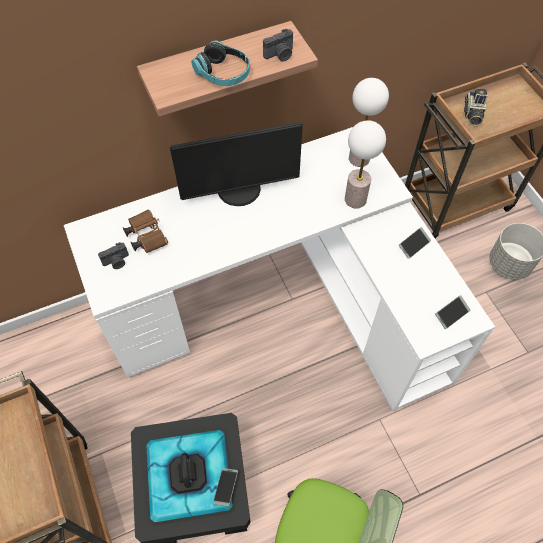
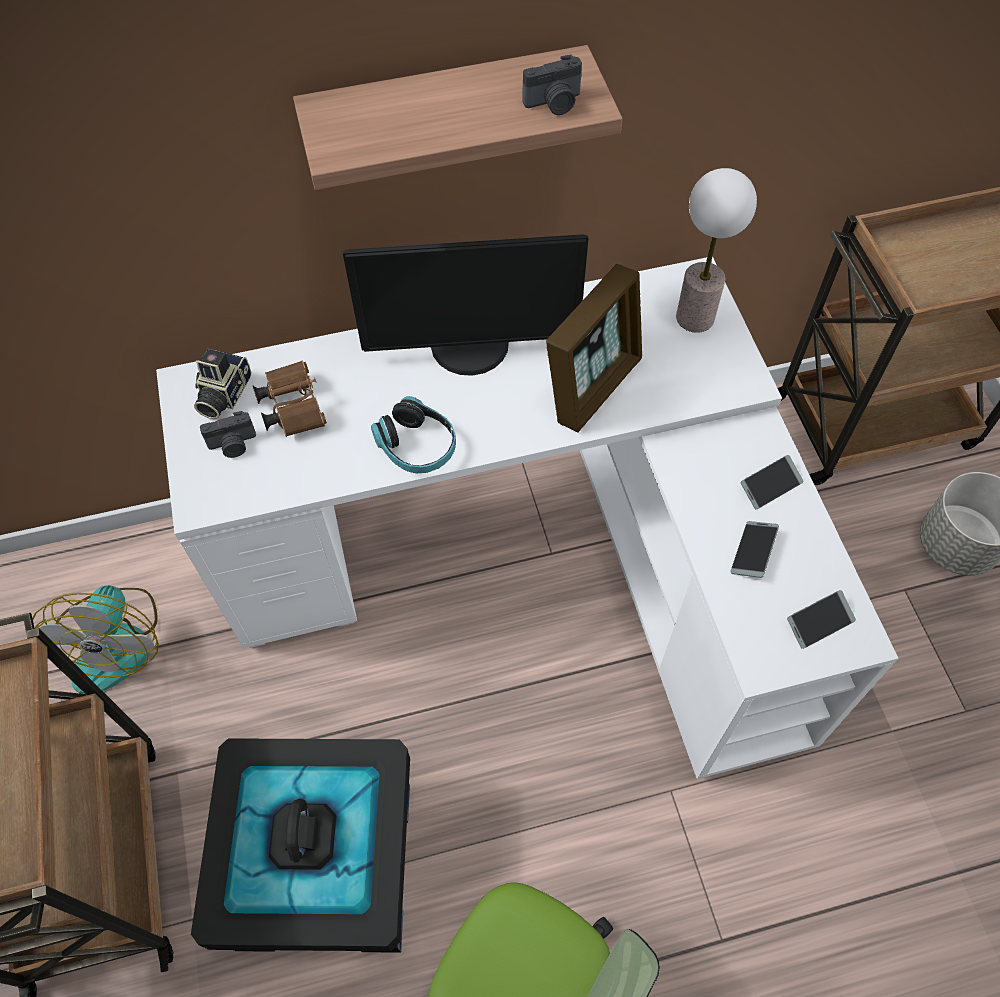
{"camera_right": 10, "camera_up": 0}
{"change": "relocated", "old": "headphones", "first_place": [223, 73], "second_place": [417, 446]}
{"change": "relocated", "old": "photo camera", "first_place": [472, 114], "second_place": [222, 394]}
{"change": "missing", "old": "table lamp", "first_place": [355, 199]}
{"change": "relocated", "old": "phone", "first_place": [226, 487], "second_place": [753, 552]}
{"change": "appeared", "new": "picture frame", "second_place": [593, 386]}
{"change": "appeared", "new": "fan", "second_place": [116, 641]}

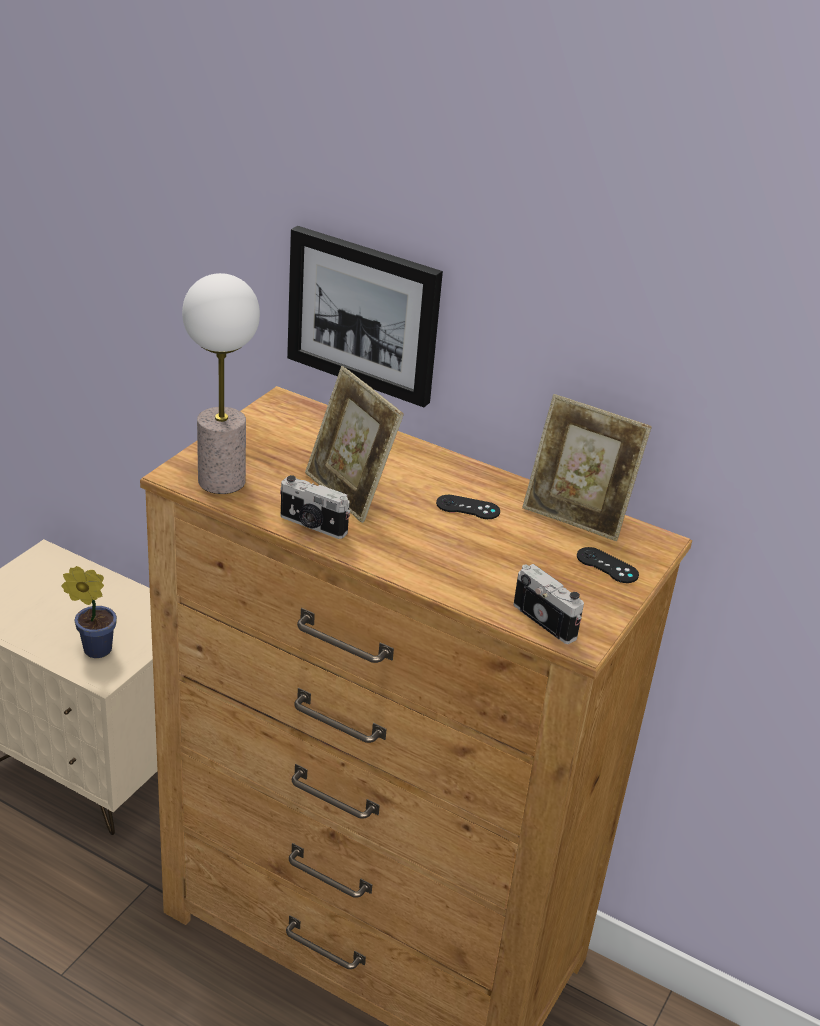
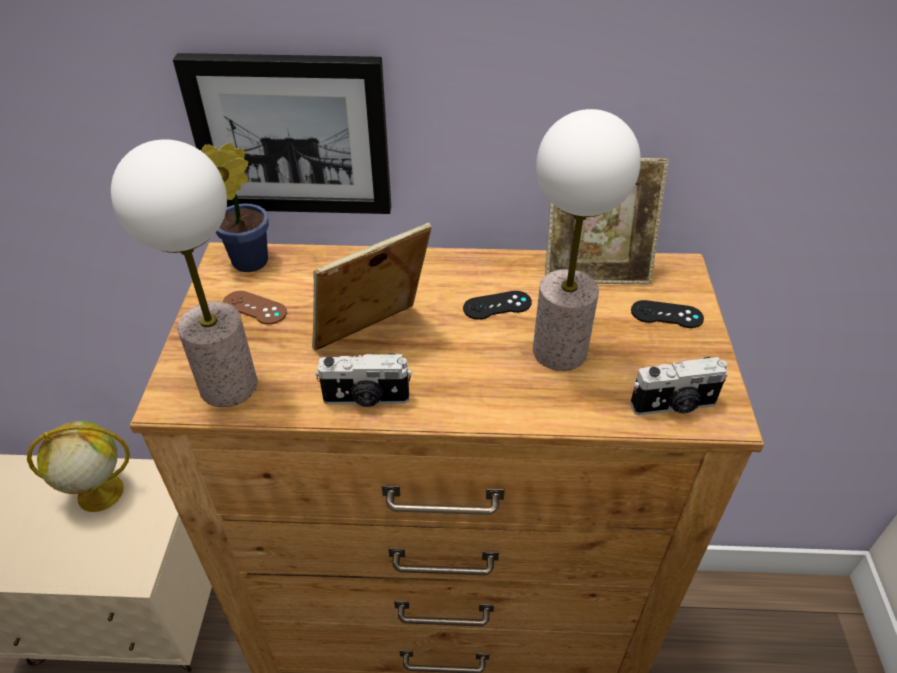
{"camera_right": -25, "camera_up": 10}
{"change": "spun", "old": "picture frame", "first_place": [349, 492], "second_place": [373, 339], "degrees": 120}
{"change": "spun", "old": "photo camera", "first_place": [546, 620], "second_place": [674, 406], "degrees": 150}
{"change": "relocated", "old": "potted plant", "first_place": [93, 649], "second_place": [245, 263]}
{"change": "appeared", "new": "table lamp", "second_place": [560, 351]}
{"change": "appeared", "new": "game controller (brown)", "second_place": [254, 308]}
{"change": "appeared", "new": "globe", "second_place": [99, 494]}

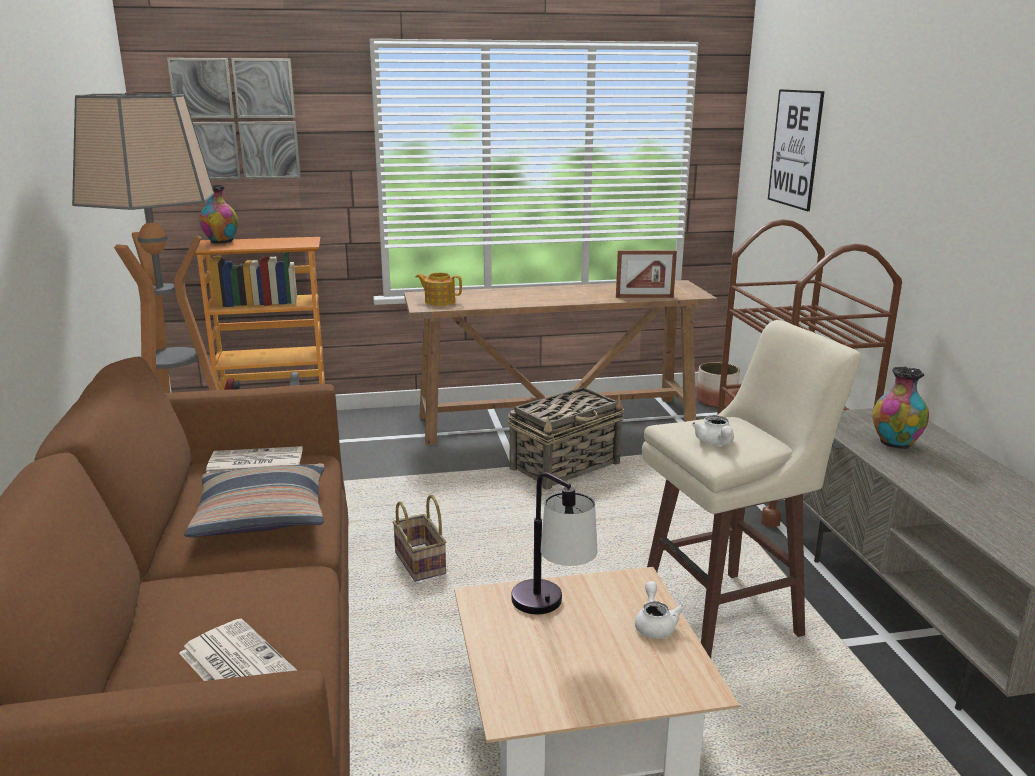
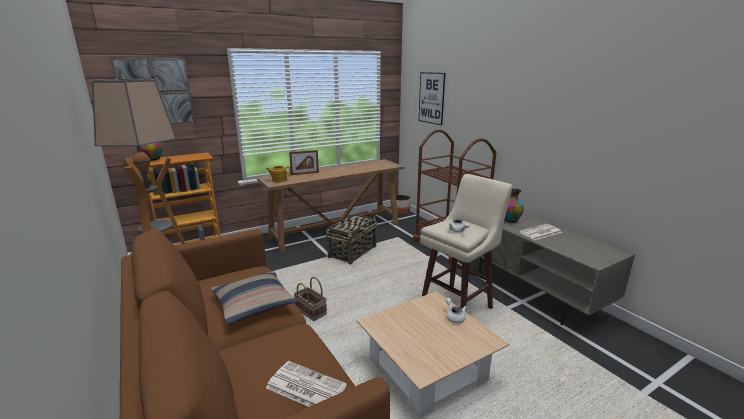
{"camera_right": -20, "camera_up": 0}
{"change": "relocated", "old": "picture frame", "first_place": [644, 297], "second_place": [305, 173]}
{"change": "relocated", "old": "newspaper", "first_place": [254, 462], "second_place": [540, 232]}
{"change": "missing", "old": "table lamp", "first_place": [552, 611]}

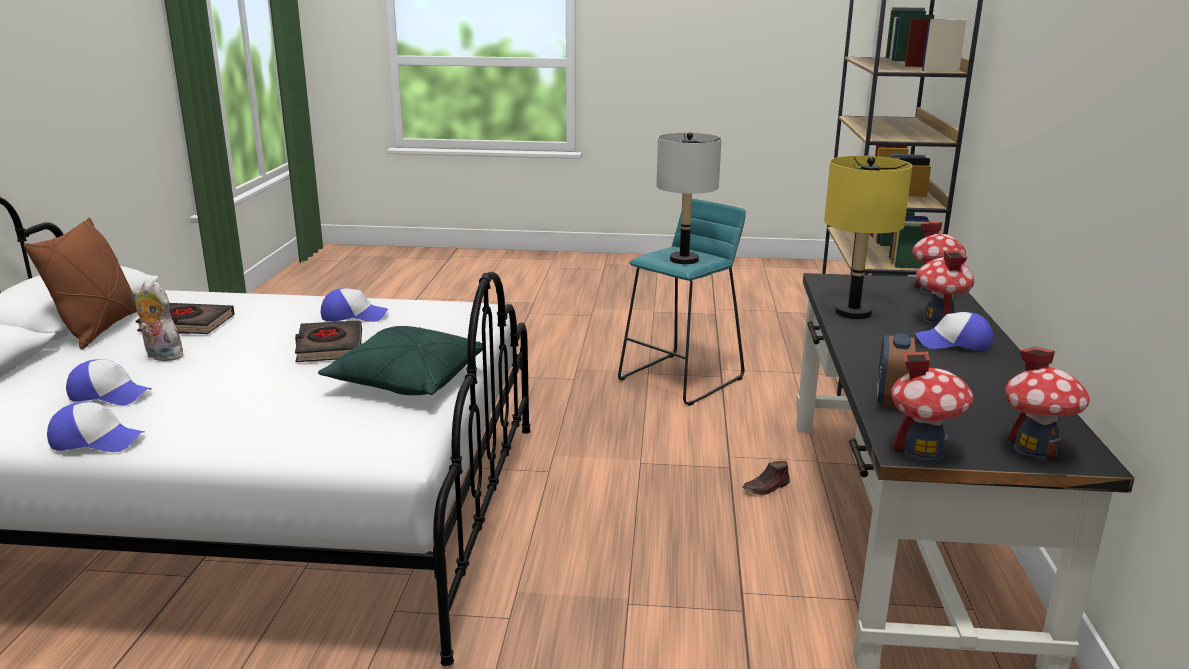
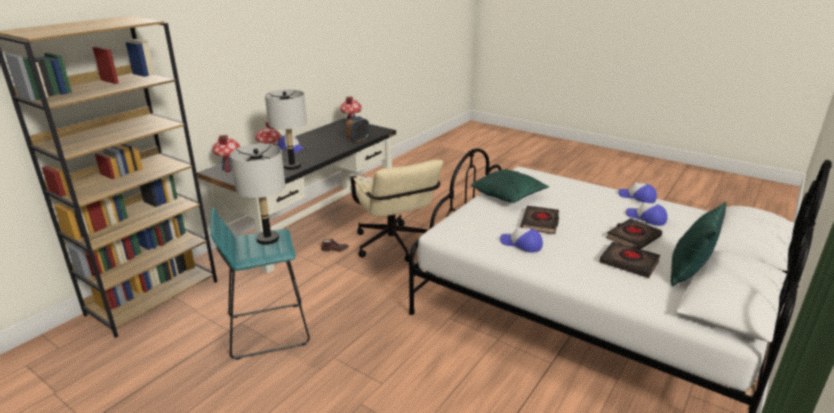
{"camera_right": -150, "camera_up": 5}
{"change": "colour", "old": "table lamp (yellow)", "new": "table lamp (grey)", "first_place": [853, 313], "second_place": [292, 166]}
{"change": "colour", "old": "pillow (brown)", "new": "pillow (green)", "first_place": [99, 329], "second_place": [688, 272]}
{"change": "exchanged", "old": "plush toy", "new": "book (black)", "first_place": [161, 356], "second_place": [633, 237]}
{"change": "missing", "old": "toy house", "first_place": [922, 451]}
{"change": "appeared", "new": "office chair (beige)", "second_place": [394, 247]}

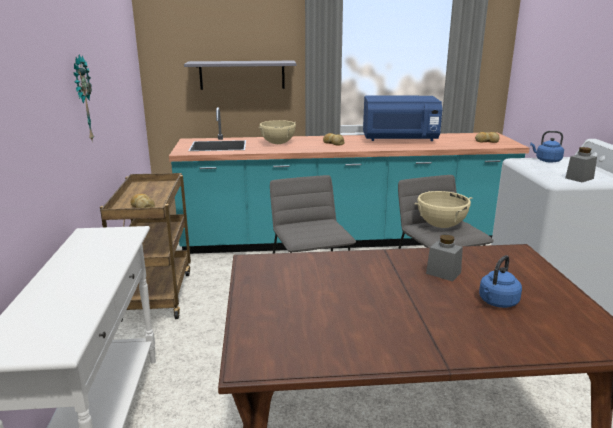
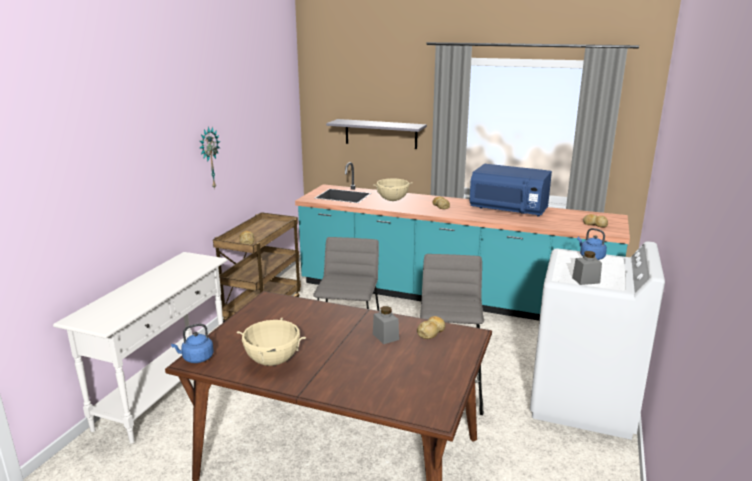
{"camera_right": 25, "camera_up": 0}
{"change": "relocated", "old": "cooking pot (beige)", "first_place": [441, 226], "second_place": [273, 361]}
{"change": "relocated", "old": "kettle (blue)", "first_place": [497, 302], "second_place": [196, 358]}
{"change": "appeared", "new": "bread", "second_place": [431, 332]}

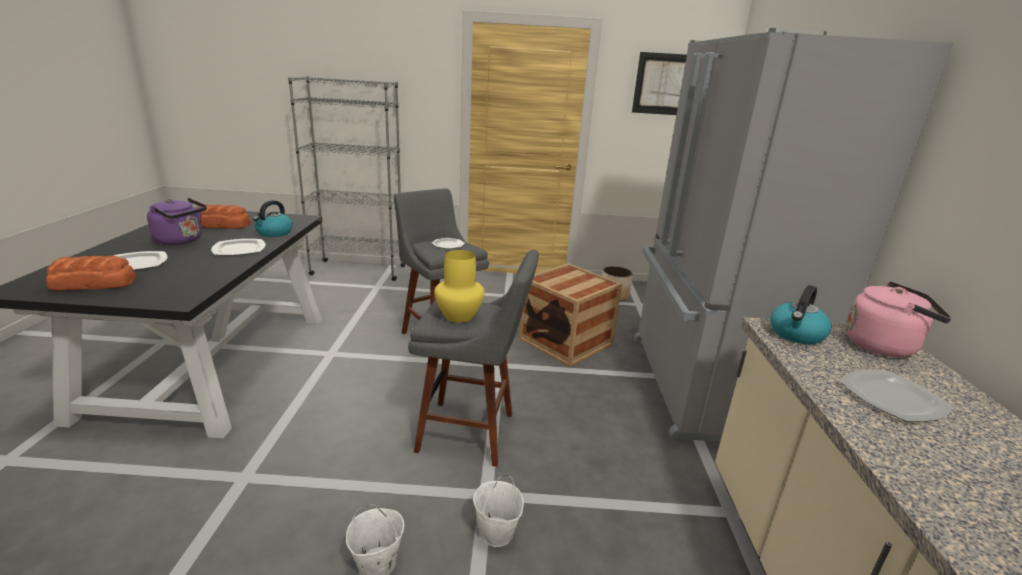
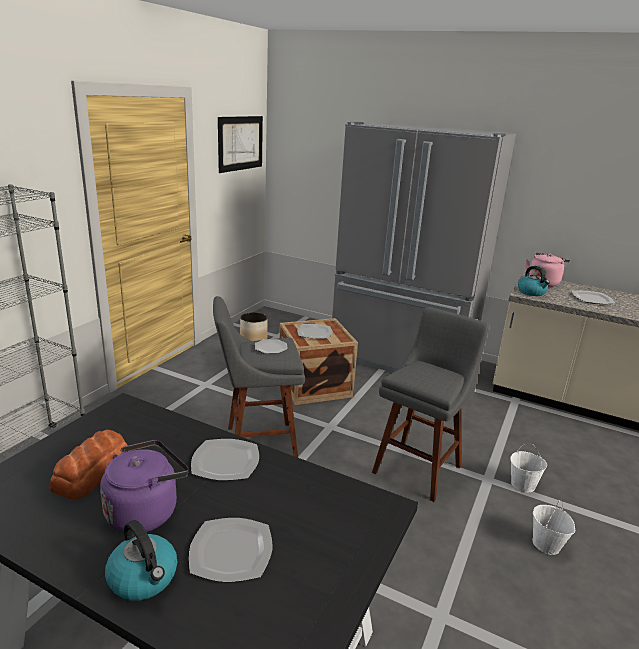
{"camera_right": -65, "camera_up": 0}
{"change": "relocated", "old": "kettle", "first_place": [274, 233], "second_place": [144, 578]}
{"change": "missing", "old": "vase (yellow)", "first_place": [458, 316]}
{"change": "missing", "old": "bread", "first_place": [94, 283]}
{"change": "appeared", "new": "plate", "second_place": [314, 333]}

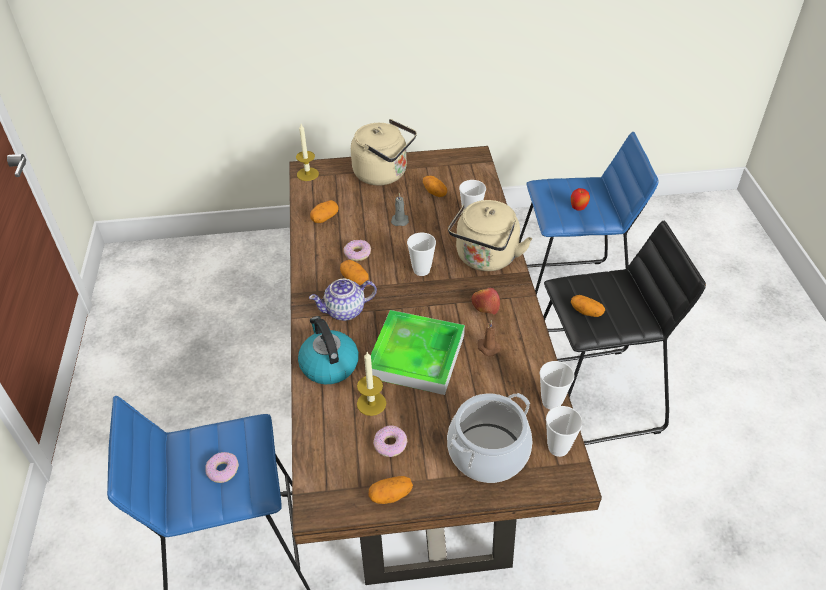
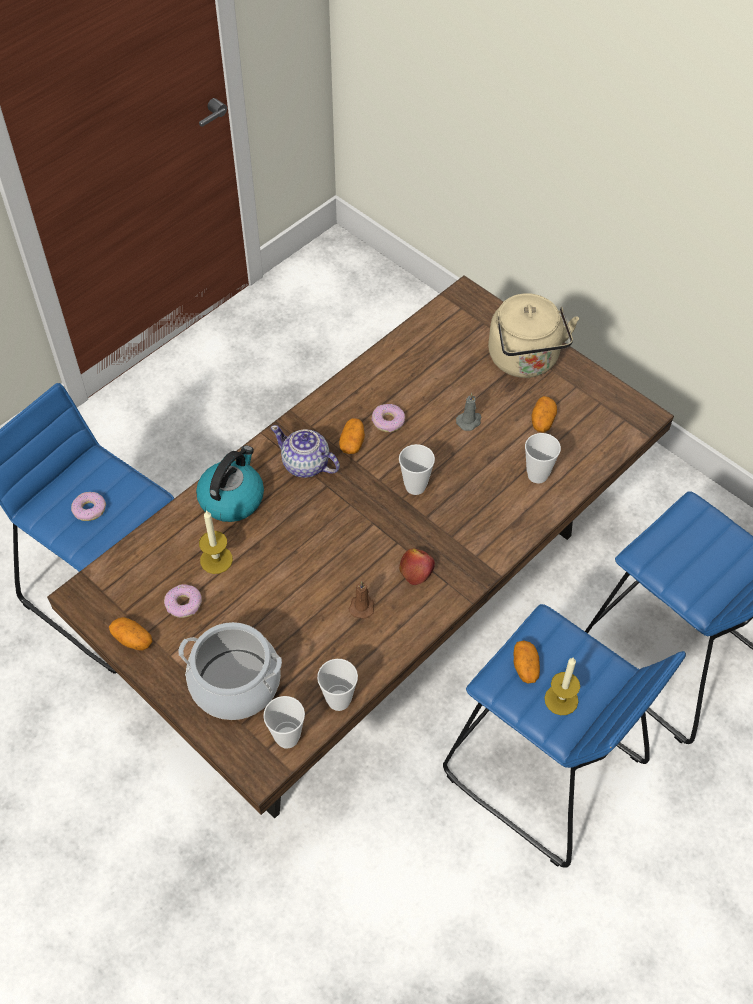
{"camera_right": 50, "camera_up": 10}
{"change": "relocated", "old": "candle", "first_place": [307, 174], "second_place": [561, 699]}
{"change": "missing", "old": "apple", "first_place": [578, 208]}
{"change": "missing", "old": "potato", "first_place": [324, 218]}
{"change": "missing", "old": "kettle (beige)", "first_place": [485, 259]}
{"change": "colour", "old": "stool (black)", "new": "stool (blue)", "first_place": [592, 398], "second_place": [543, 770]}
{"change": "missing", "old": "tray", "first_place": [416, 356]}

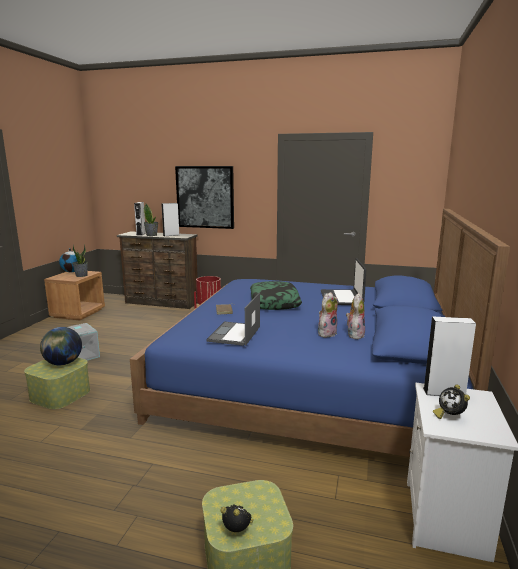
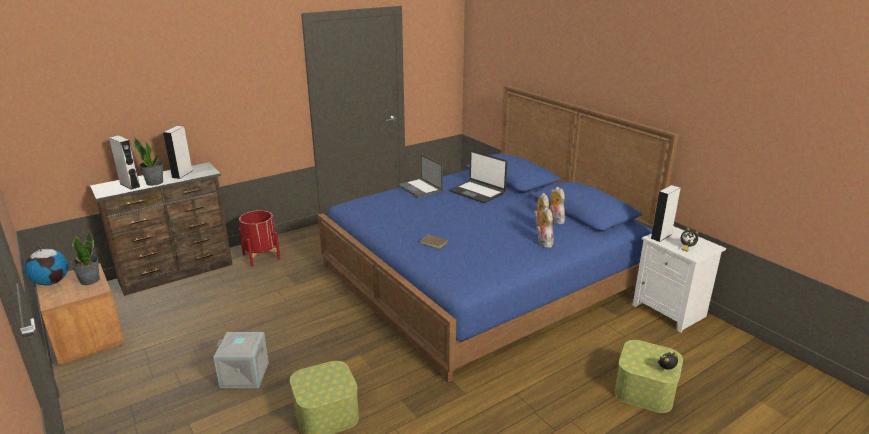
{"camera_right": -50, "camera_up": 10}
{"change": "missing", "old": "picture", "first_place": [205, 197]}
{"change": "missing", "old": "pillow", "first_place": [274, 302]}
{"change": "relocated", "old": "laptop", "first_place": [234, 334], "second_place": [420, 188]}
{"change": "missing", "old": "globe", "first_place": [63, 363]}
{"change": "appeared", "new": "plush toy", "second_place": [543, 243]}

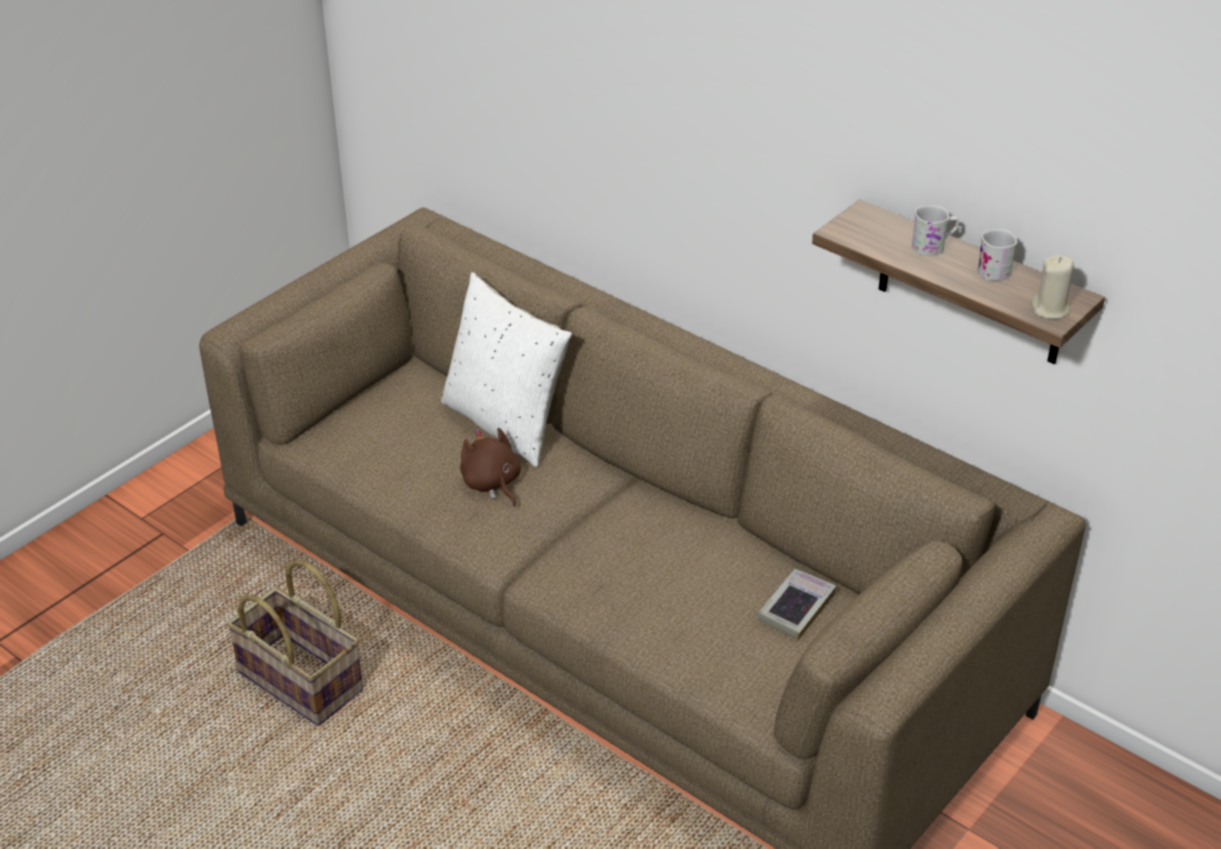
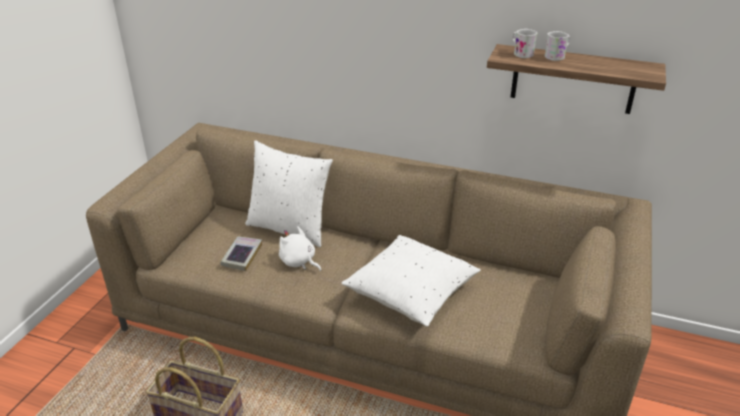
{"camera_right": -20, "camera_up": -5}
{"change": "relocated", "old": "mug (white)", "first_place": [991, 269], "second_place": [521, 54]}
{"change": "missing", "old": "candle (beige)", "first_place": [1050, 310]}
{"change": "colour", "old": "plush toy (brown)", "new": "plush toy (white)", "first_place": [492, 484], "second_place": [299, 262]}
{"change": "relocated", "old": "book", "first_place": [796, 608], "second_place": [242, 256]}
{"change": "appeared", "new": "pillow (white)", "second_place": [411, 294]}

